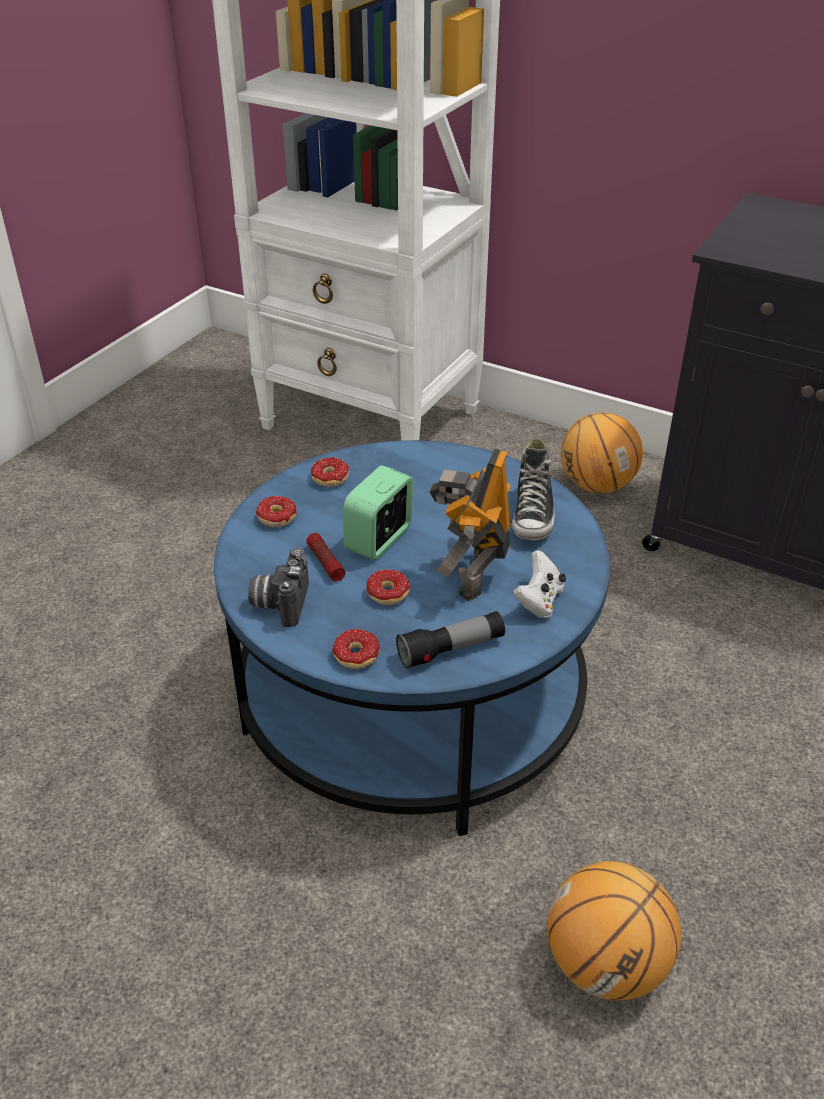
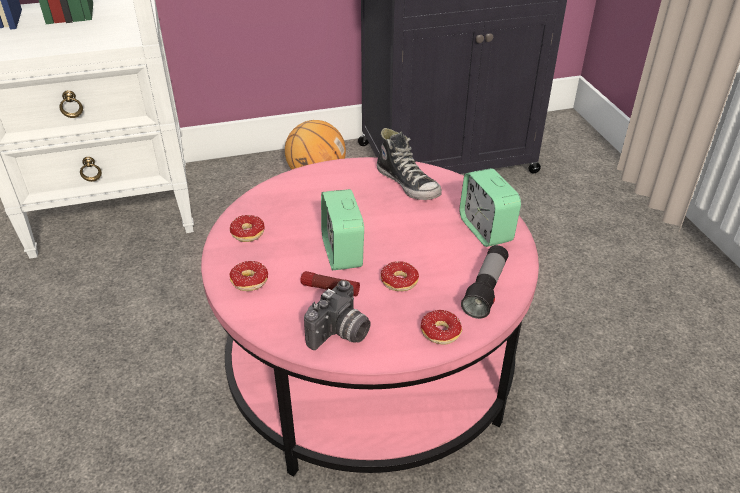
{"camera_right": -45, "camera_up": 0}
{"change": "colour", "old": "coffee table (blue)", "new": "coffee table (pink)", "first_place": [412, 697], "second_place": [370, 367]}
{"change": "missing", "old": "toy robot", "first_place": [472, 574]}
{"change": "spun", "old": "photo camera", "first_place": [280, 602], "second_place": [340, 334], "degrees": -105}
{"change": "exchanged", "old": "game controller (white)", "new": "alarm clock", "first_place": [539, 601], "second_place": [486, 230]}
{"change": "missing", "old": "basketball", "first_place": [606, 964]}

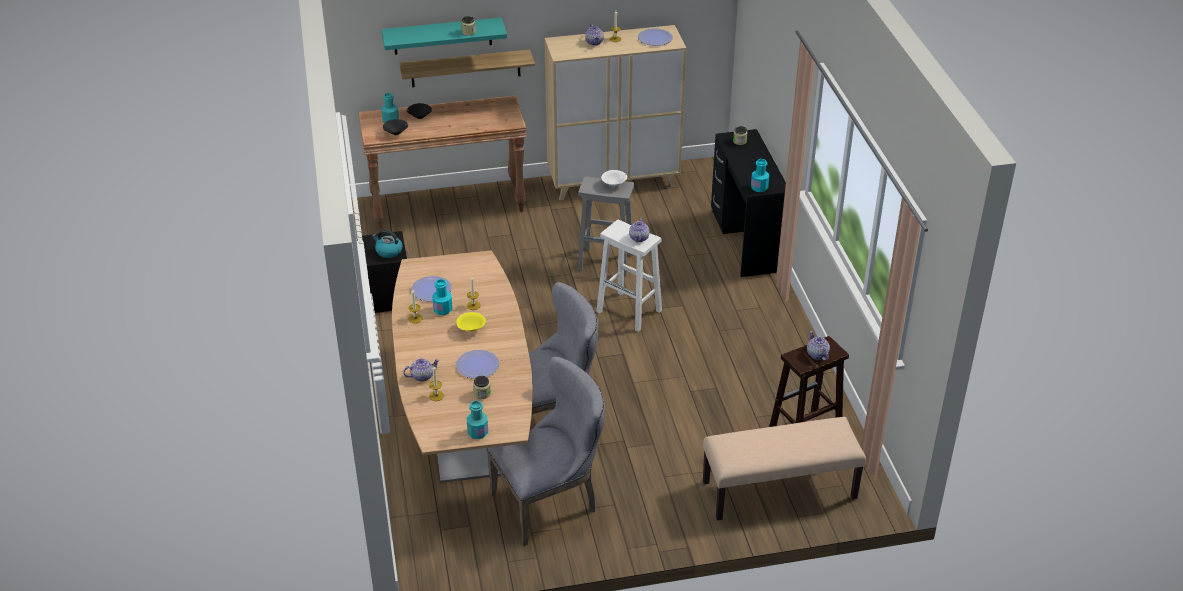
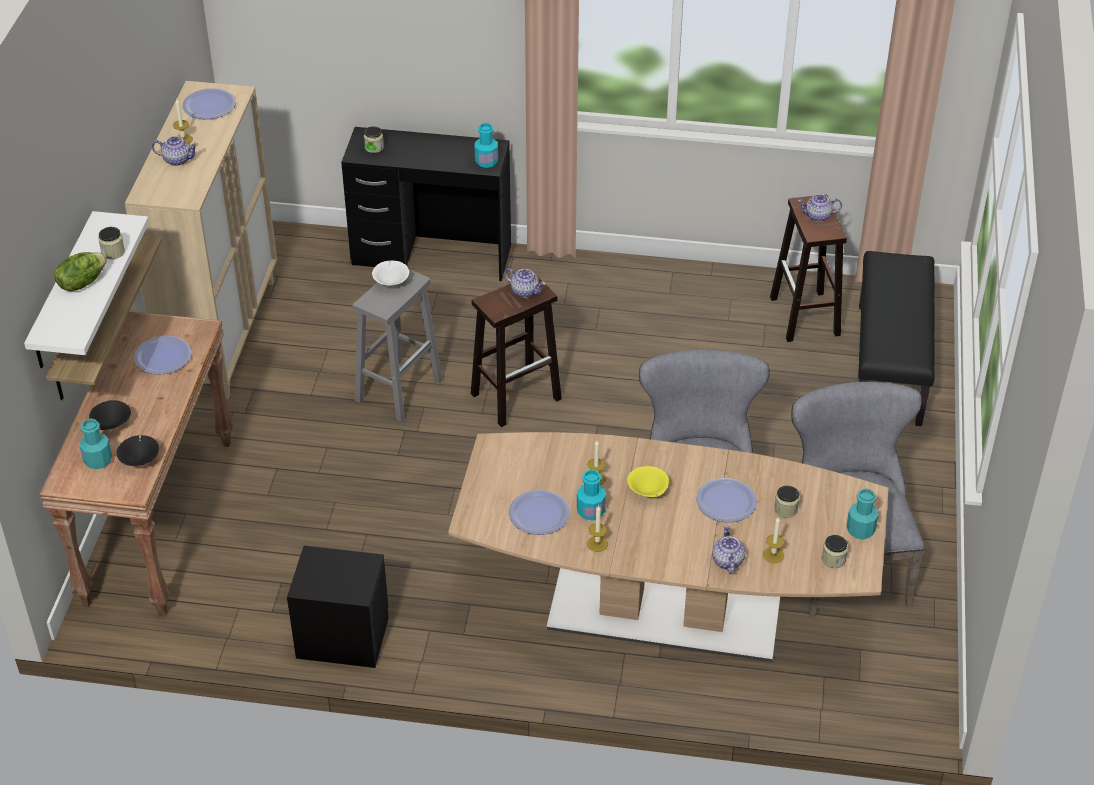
{"camera_right": -70, "camera_up": 5}
{"change": "colour", "old": "shelf (turquoise)", "new": "shelf (white)", "first_place": [442, 36], "second_place": [63, 293]}
{"change": "colour", "old": "stool (white)", "new": "stool (brown)", "first_place": [630, 311], "second_place": [517, 396]}
{"change": "missing", "old": "kettle", "first_place": [388, 251]}
{"change": "colour", "old": "bench (beige)", "new": "bench (black)", "first_place": [779, 491], "second_place": [890, 365]}
{"change": "appeared", "new": "lettuce", "second_place": [82, 282]}
{"change": "appeared", "new": "plate", "second_place": [162, 356]}
{"change": "appeared", "new": "jar", "second_place": [833, 559]}

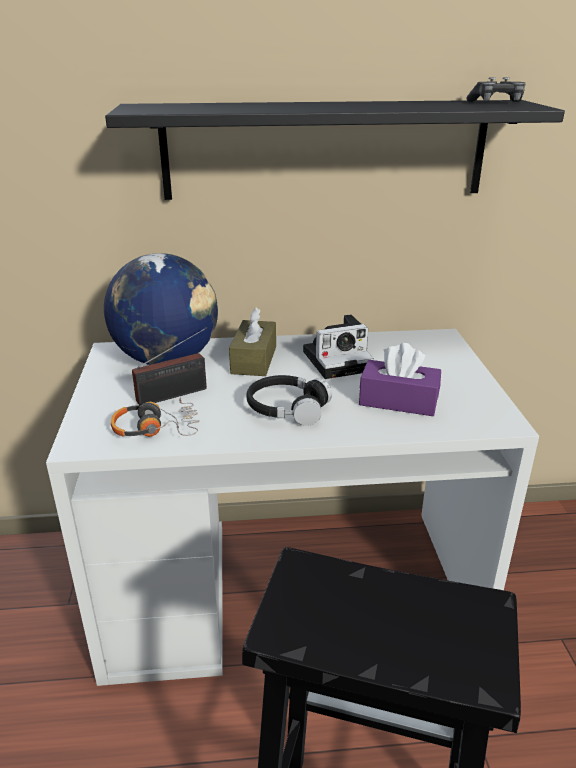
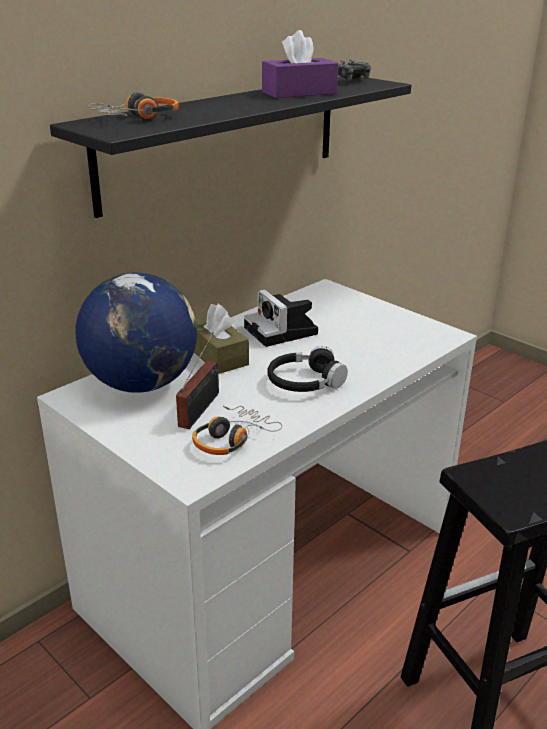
{"camera_right": -40, "camera_up": 0}
{"change": "spun", "old": "photo camera", "first_place": [339, 360], "second_place": [283, 332], "degrees": 120}
{"change": "relocated", "old": "tissue box (purple)", "first_place": [398, 401], "second_place": [299, 93]}
{"change": "appeared", "new": "headphones", "second_place": [137, 118]}

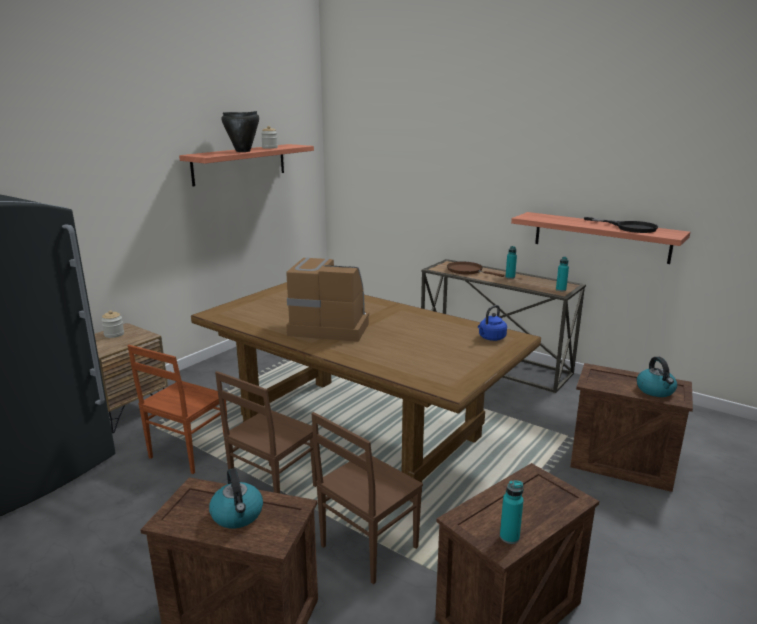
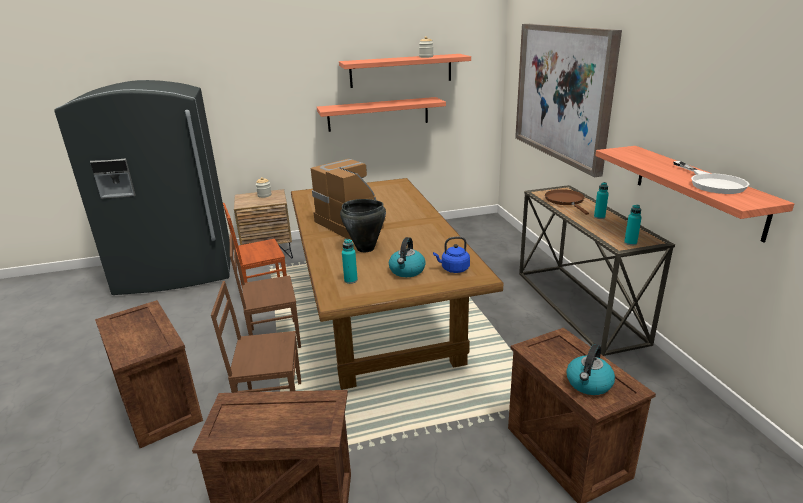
{"camera_right": 40, "camera_up": 5}
{"change": "relocated", "old": "cooking pot (black)", "first_place": [243, 151], "second_place": [365, 249]}
{"change": "colour", "old": "frying pan (black)", "new": "frying pan (white)", "first_place": [629, 227], "second_place": [712, 183]}
{"change": "relocated", "old": "kettle", "first_place": [237, 515], "second_place": [407, 271]}
{"change": "relocated", "old": "bottle (turquoise)", "first_place": [509, 537], "second_place": [350, 280]}
{"change": "appeared", "new": "picture", "second_place": [562, 93]}
{"change": "appeared", "new": "shelf", "second_place": [378, 114]}

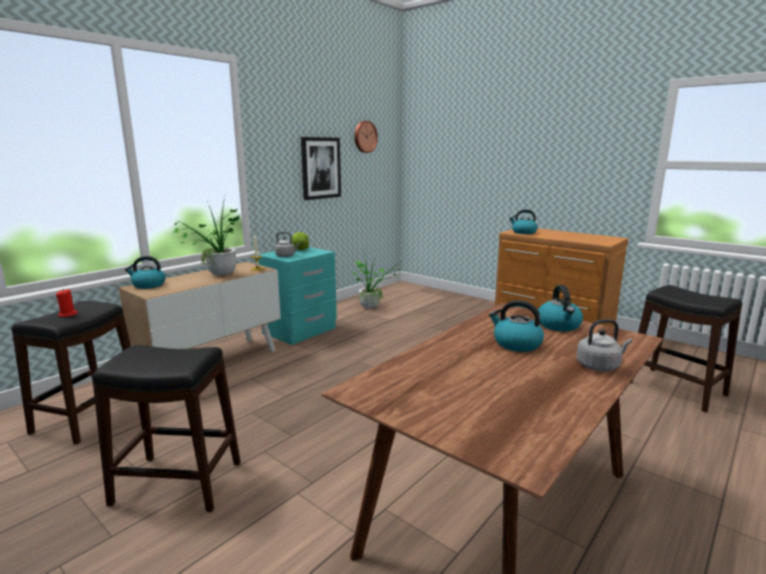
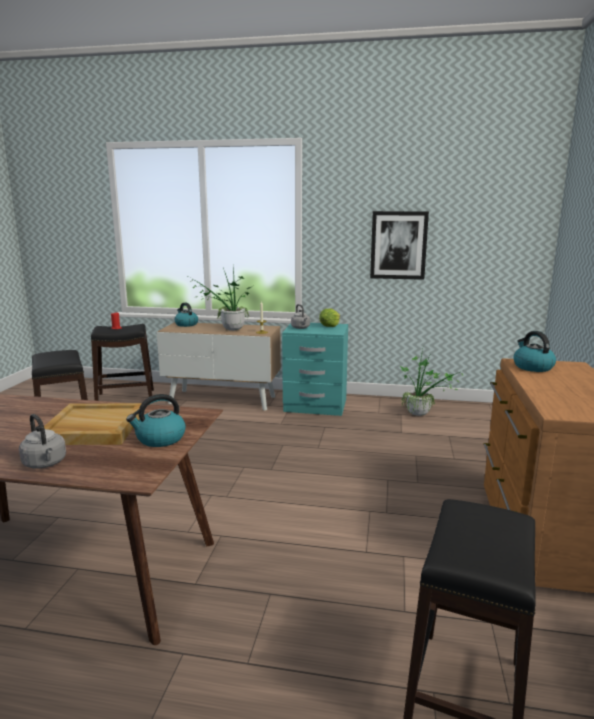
{"camera_right": 60, "camera_up": 0}
{"change": "missing", "old": "wall clock", "first_place": [364, 137]}
{"change": "exchanged", "old": "kettle", "new": "tray (beige)", "first_place": [516, 344], "second_place": [93, 428]}

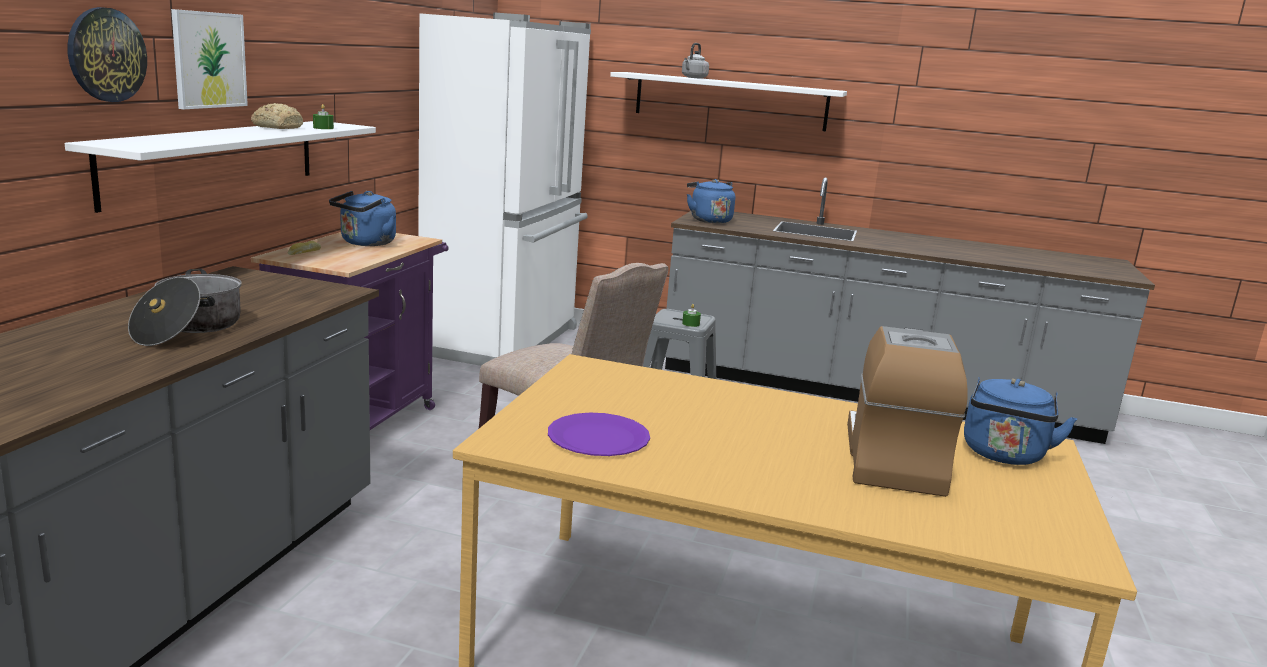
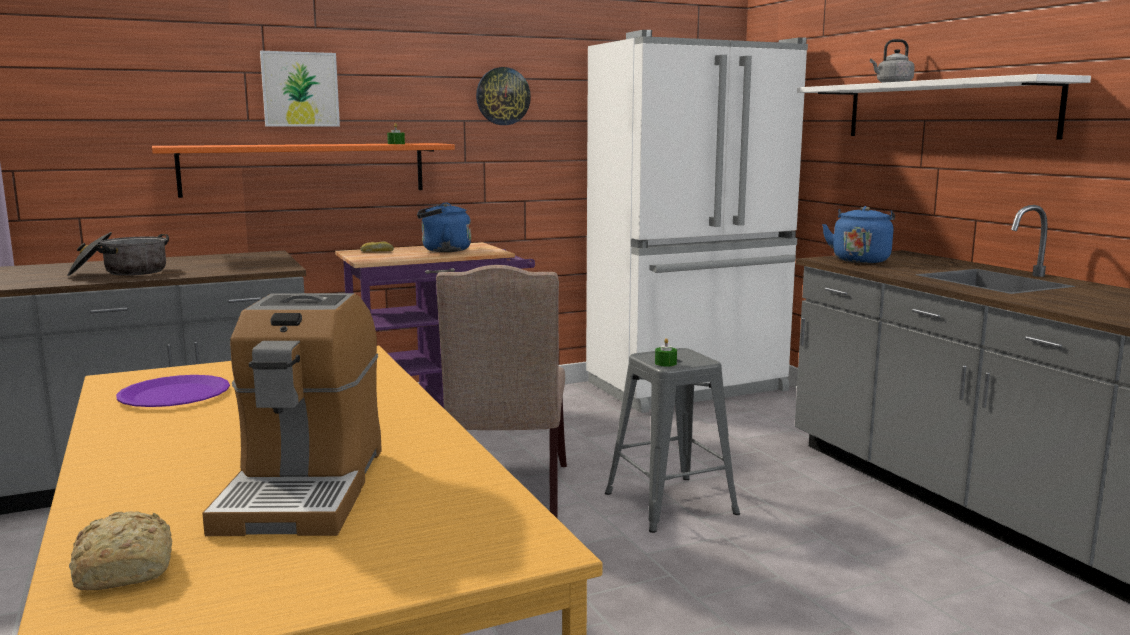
{"camera_right": 50, "camera_up": -5}
{"change": "relocated", "old": "wall clock", "first_place": [106, 55], "second_place": [502, 96]}
{"change": "relocated", "old": "bread", "first_place": [277, 127], "second_place": [126, 568]}
{"change": "colour", "old": "shelf (white)", "new": "shelf (orange)", "first_place": [215, 160], "second_place": [305, 169]}
{"change": "spun", "old": "coffee machine", "first_place": [893, 459], "second_place": [305, 487], "degrees": 120}
{"change": "missing", "old": "kettle (blue)", "first_place": [1003, 455]}

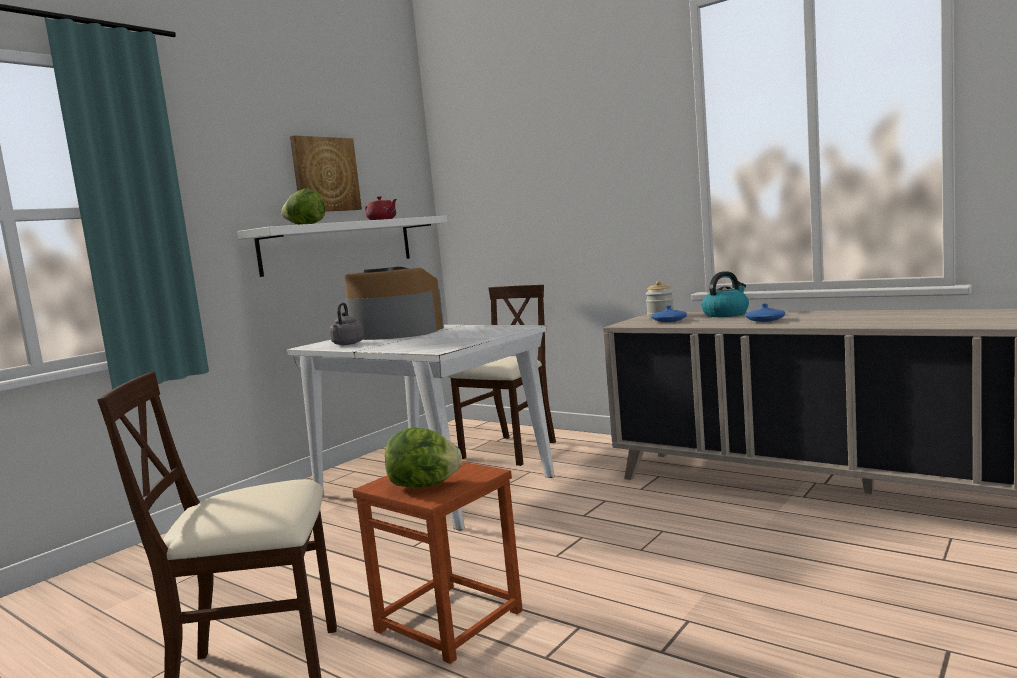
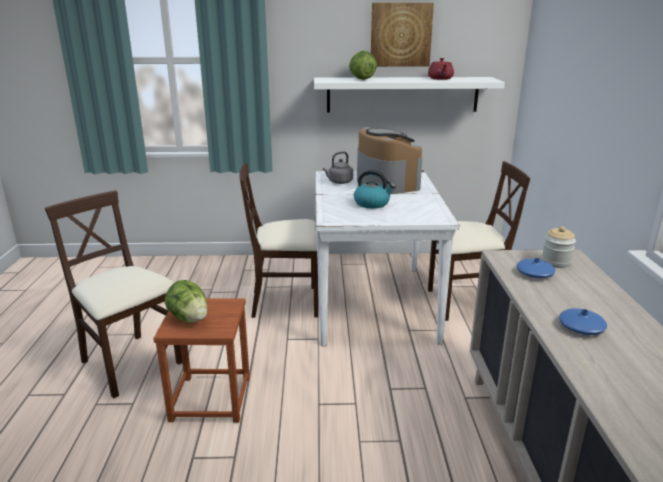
{"camera_right": 50, "camera_up": 15}
{"change": "relocated", "old": "kettle", "first_place": [726, 314], "second_place": [372, 203]}
{"change": "appeared", "new": "chair (beige)", "second_place": [286, 302]}

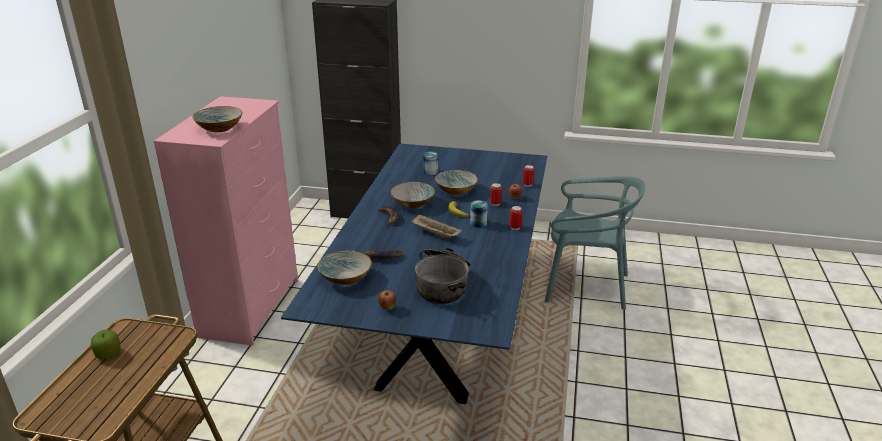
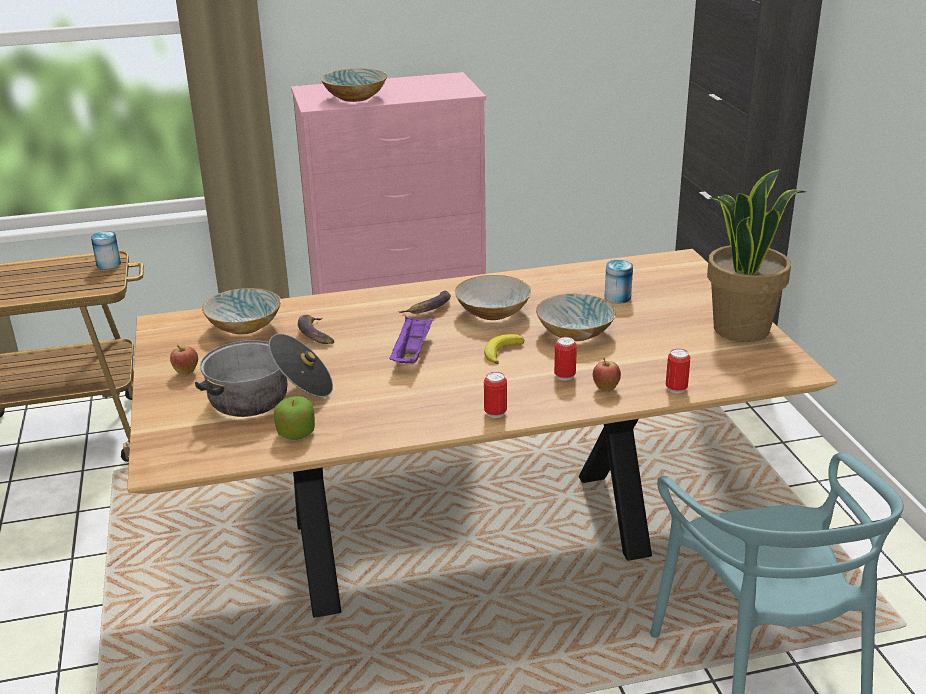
{"camera_right": 65, "camera_up": 0}
{"change": "colour", "old": "dining table (blue)", "new": "dining table (brown)", "first_place": [440, 333], "second_place": [467, 540]}
{"change": "relocated", "old": "can", "first_place": [478, 223], "second_place": [108, 264]}
{"change": "colour", "old": "tray (beige)", "new": "tray (purple)", "first_place": [434, 234], "second_place": [412, 353]}
{"change": "relocated", "old": "apple", "first_place": [108, 353], "second_place": [296, 433]}
{"change": "appeared", "new": "potted plant", "second_place": [740, 328]}

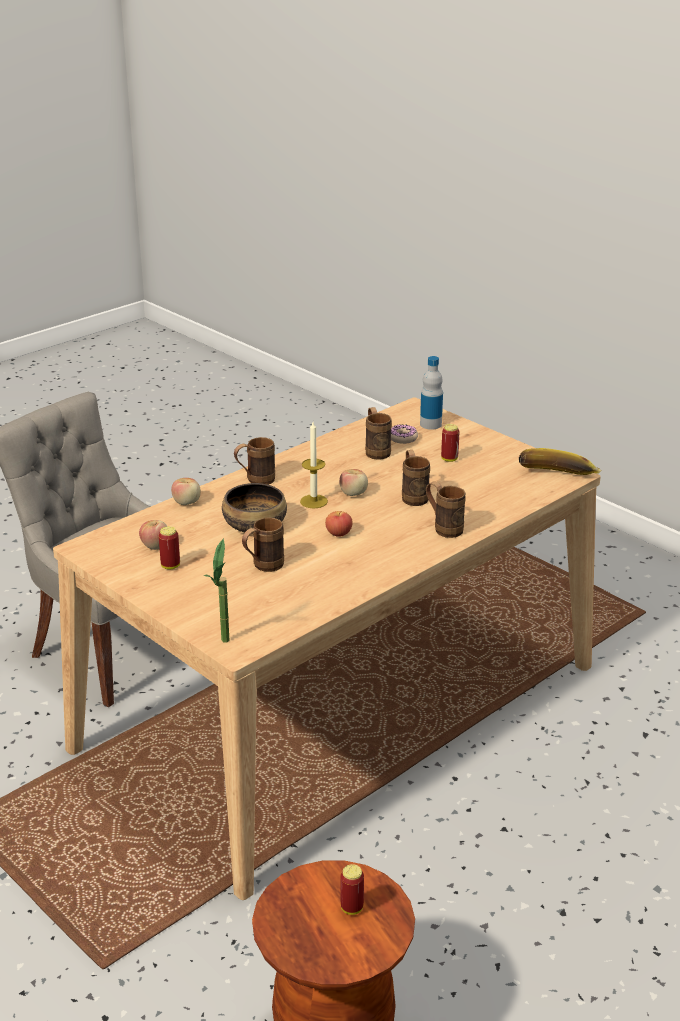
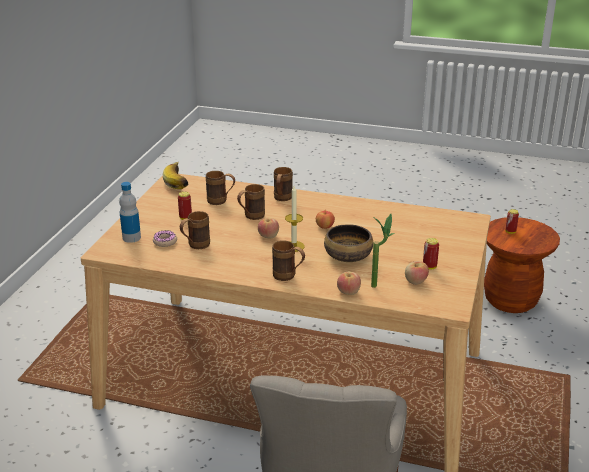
{"camera_right": -120, "camera_up": 0}
{"change": "relocated", "old": "mug (brown)", "first_place": [263, 567], "second_place": [221, 201]}
{"change": "relocated", "old": "potted plant", "first_place": [224, 645], "second_place": [379, 284]}

